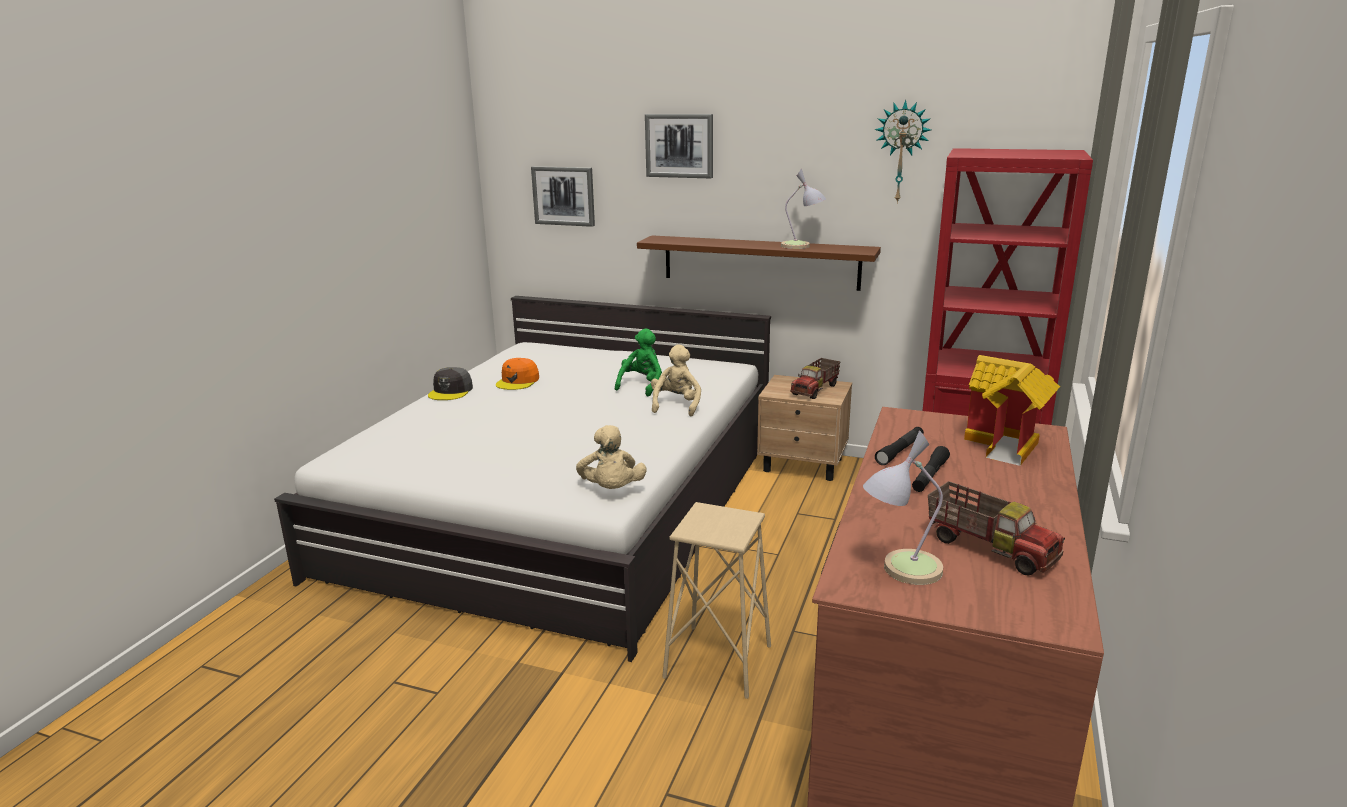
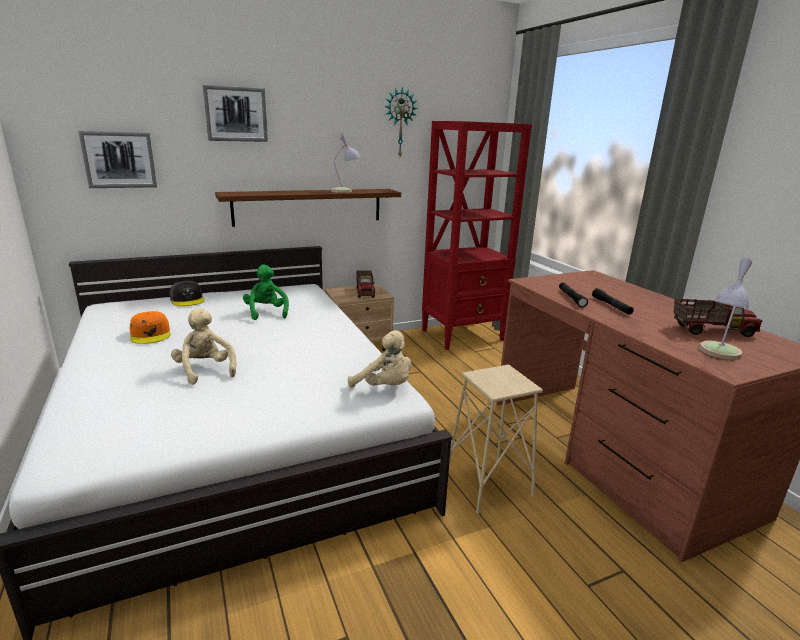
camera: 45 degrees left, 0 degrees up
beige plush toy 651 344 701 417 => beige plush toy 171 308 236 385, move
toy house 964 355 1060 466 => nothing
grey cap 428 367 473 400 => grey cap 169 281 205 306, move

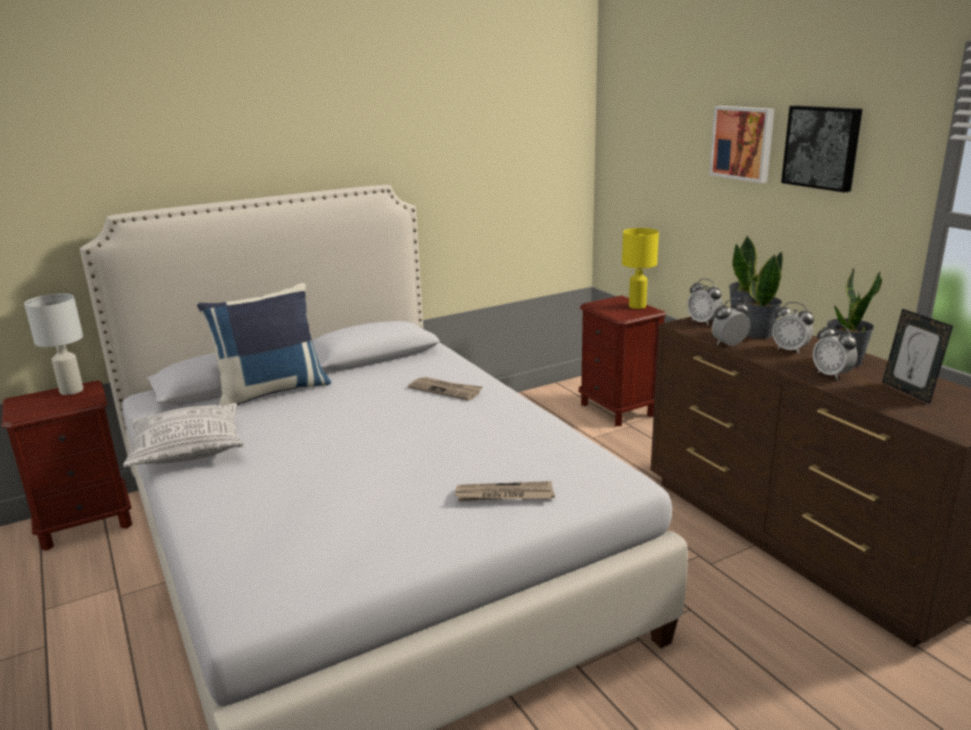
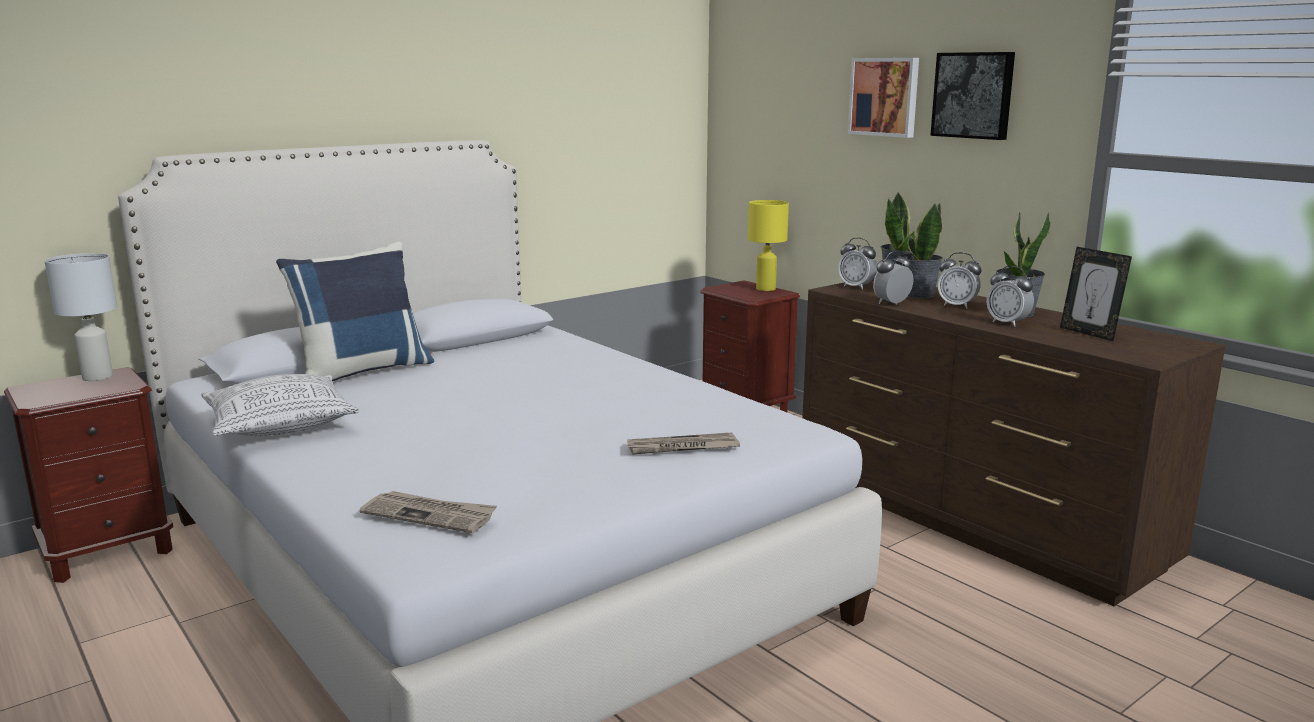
camera: 10 degrees left, 5 degrees down
newspaper 408 377 483 401 => newspaper 360 491 497 533, move

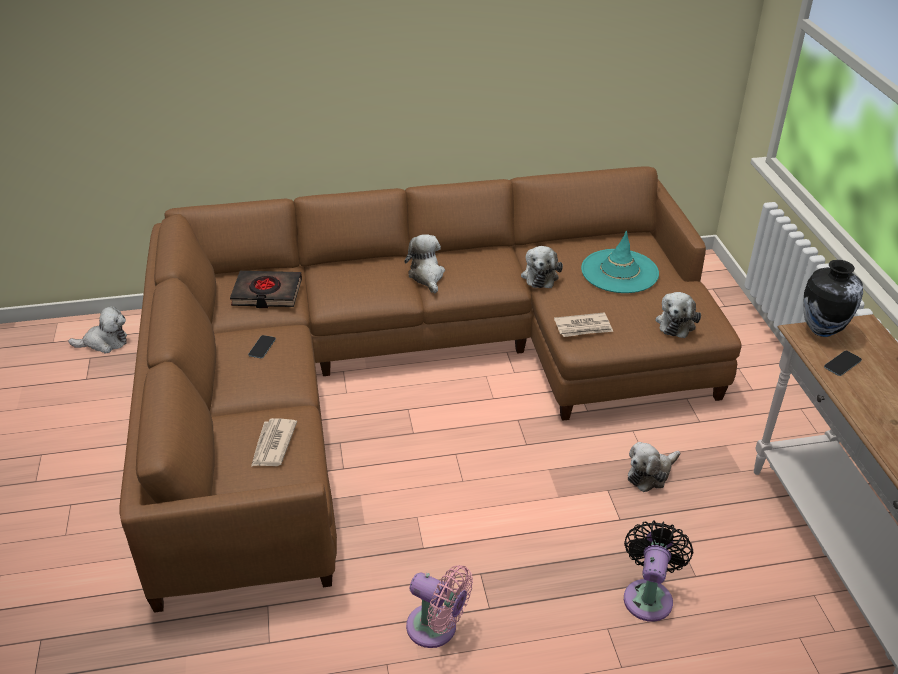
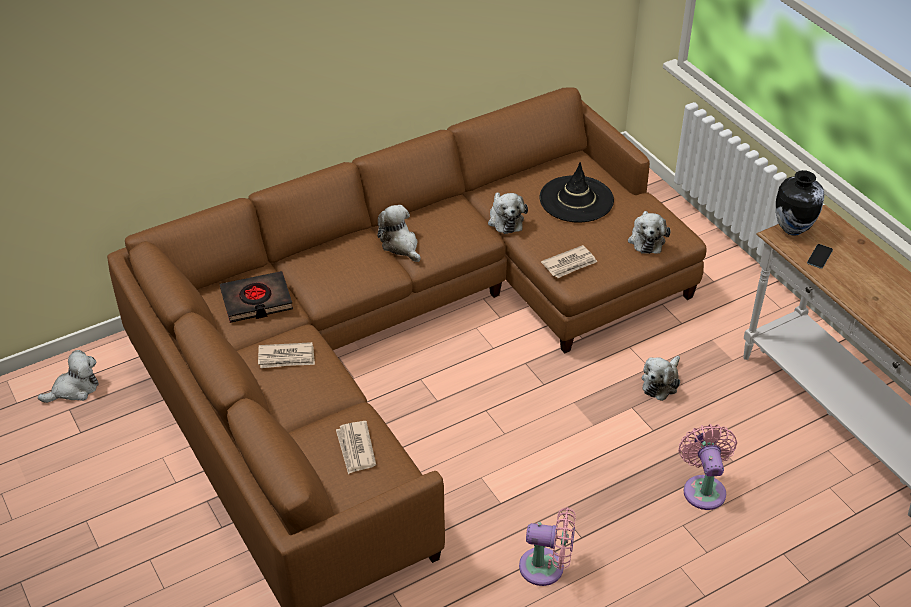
camera: 20 degrees left, 5 degrees up
turquoise hat 581 231 659 293 => black hat 539 162 614 223
phone 248 335 276 358 => newspaper 258 342 315 368
black fan 624 521 693 622 => pink fan 678 424 737 510

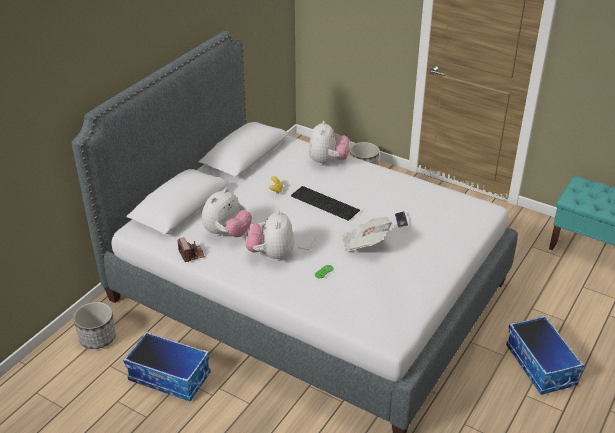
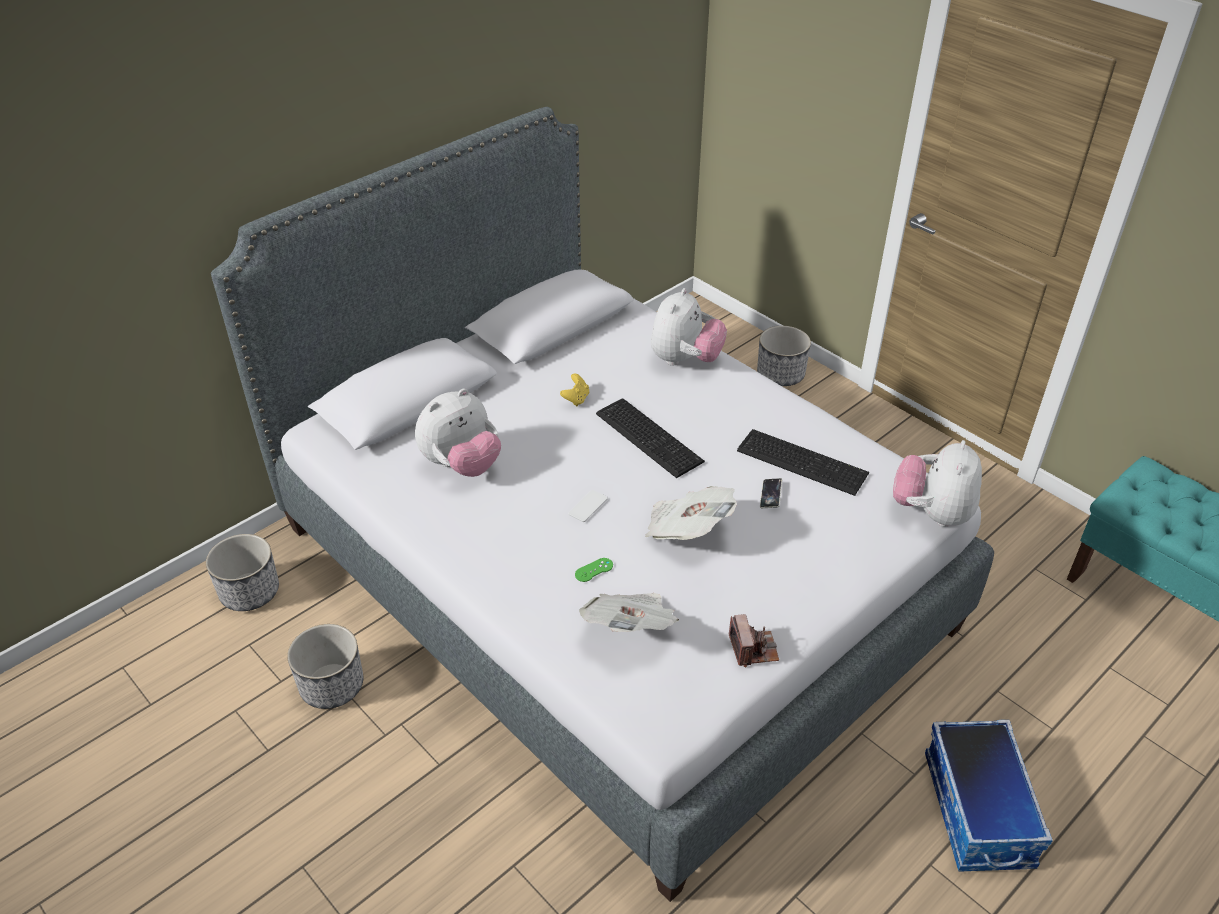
camera: 15 degrees right, 5 degrees up
plush toy 246 210 294 261 => plush toy 893 440 982 527, move
photo camera 177 237 205 262 => photo camera 729 614 779 667, move
storage box 123 331 211 401 => planter 287 624 363 709
nothing => keyboard 737 429 869 496
nothing => newspaper 579 593 679 632

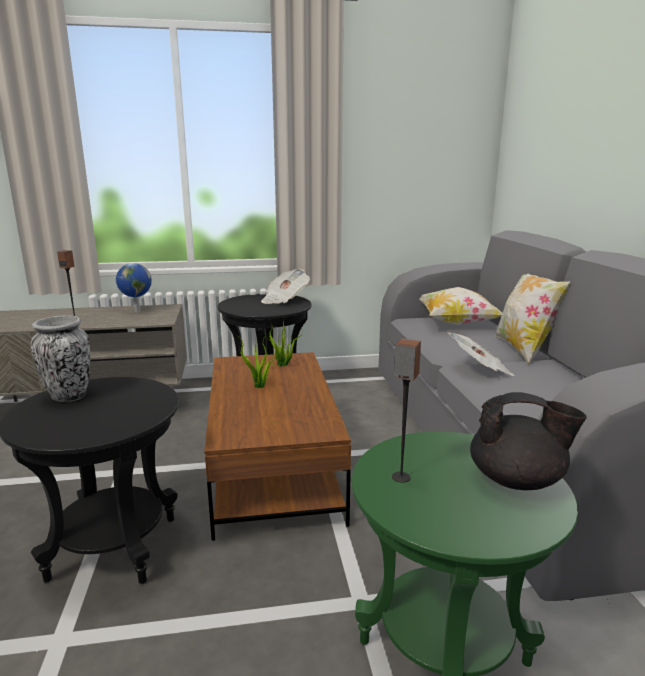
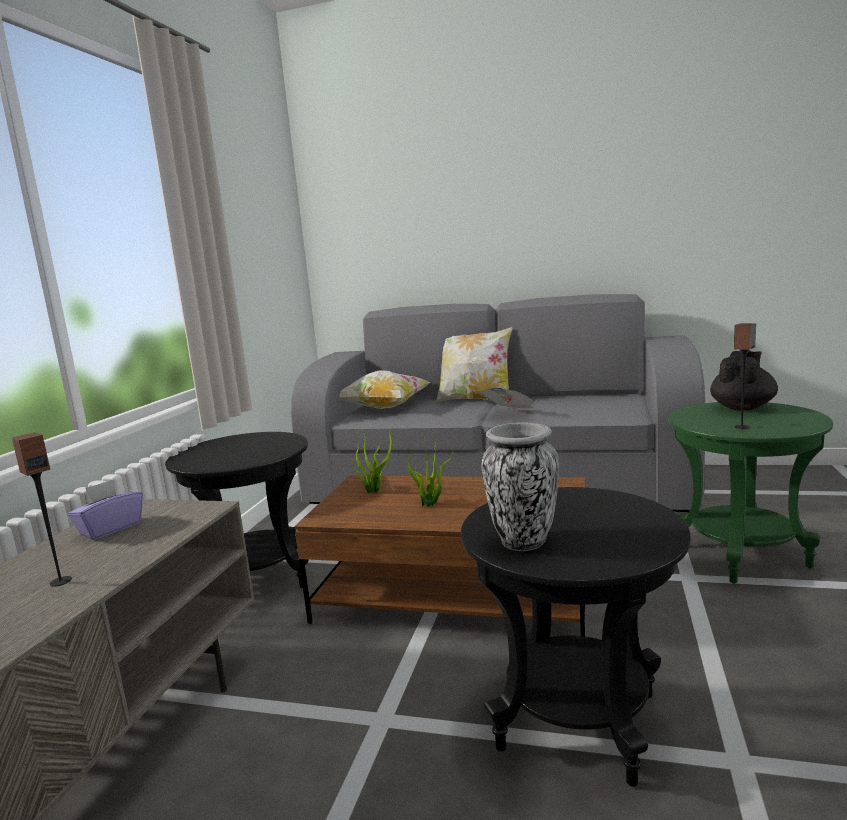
camera: 65 degrees left, 5 degrees down
globe 116 263 152 313 => purple tissue box 68 480 143 540
newspaper 261 269 310 304 => nothing

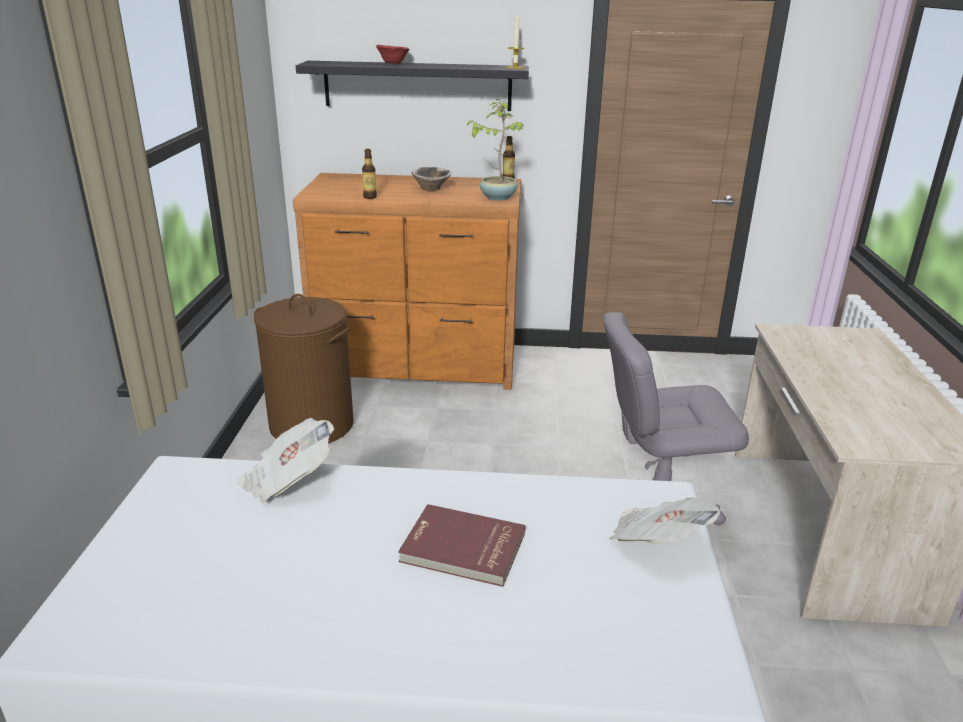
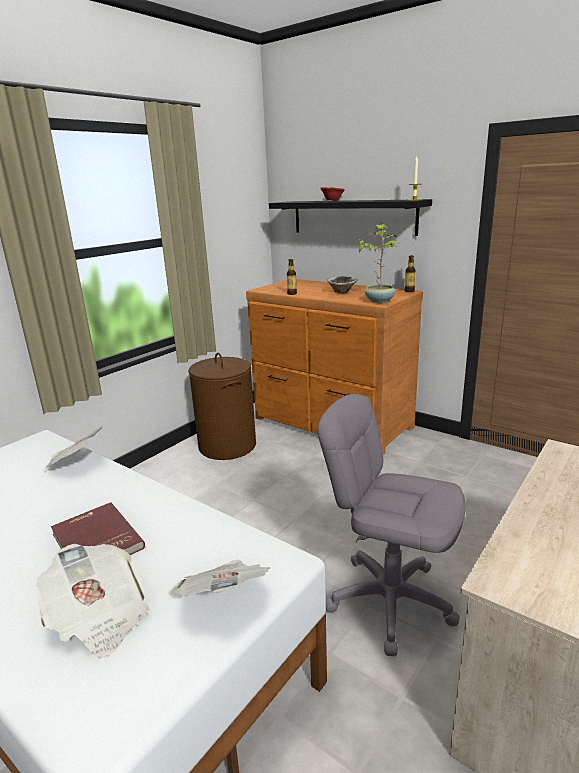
camera: 35 degrees right, 5 degrees down
nothing => newspaper 36 544 149 658

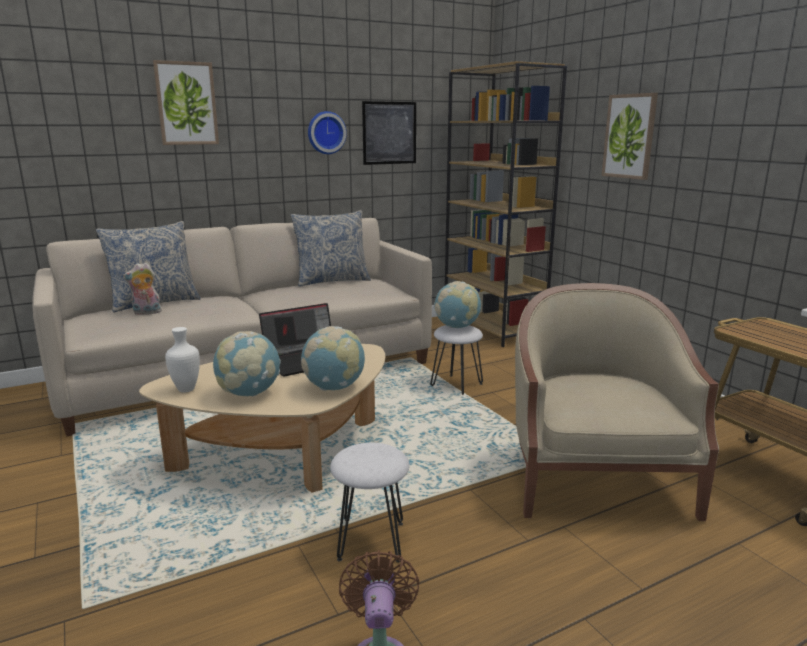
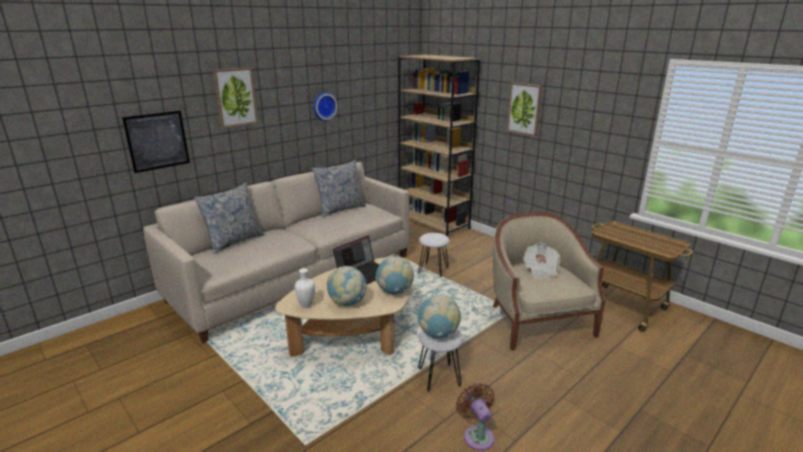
camera: 15 degrees left, 5 degrees up
picture 362 101 416 165 => picture 122 111 190 173, move
plush toy 123 262 162 315 => nothing
globe 434 281 481 328 => globe 417 294 461 339, move
nothing => newspaper 523 243 560 279

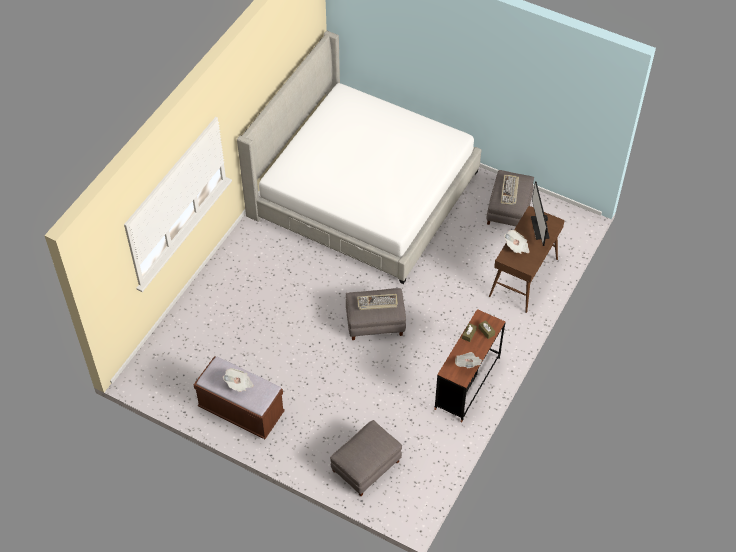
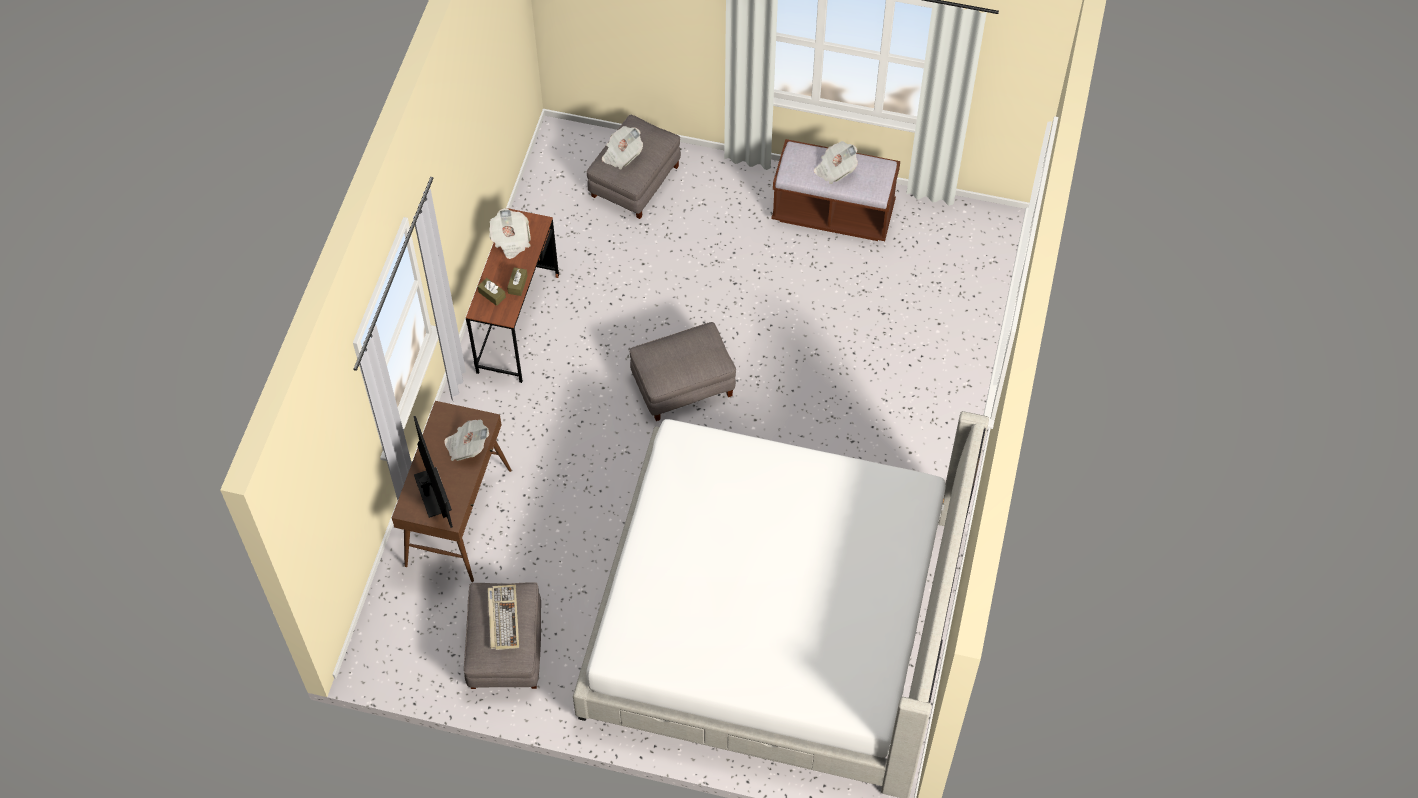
camera: 165 degrees right, 5 degrees up
keyboard 357 294 398 310 => nothing
nothing => newspaper 602 126 643 169

